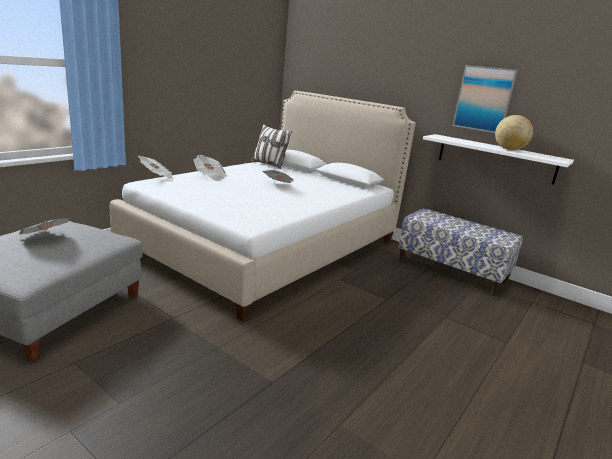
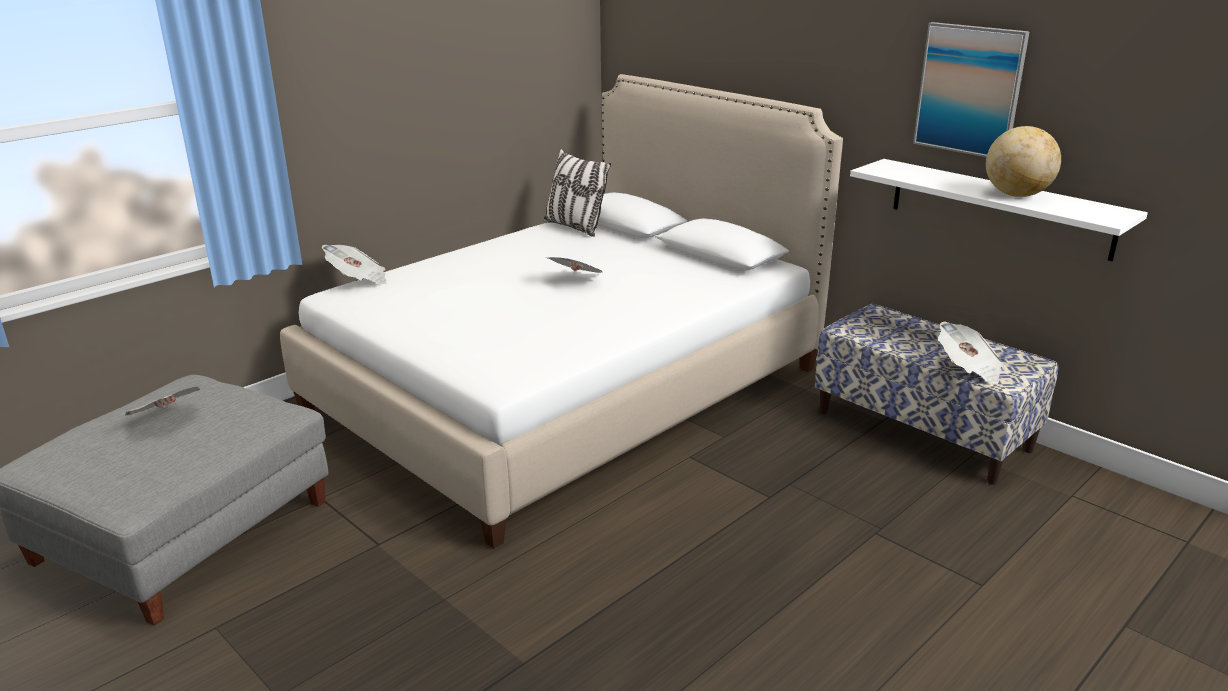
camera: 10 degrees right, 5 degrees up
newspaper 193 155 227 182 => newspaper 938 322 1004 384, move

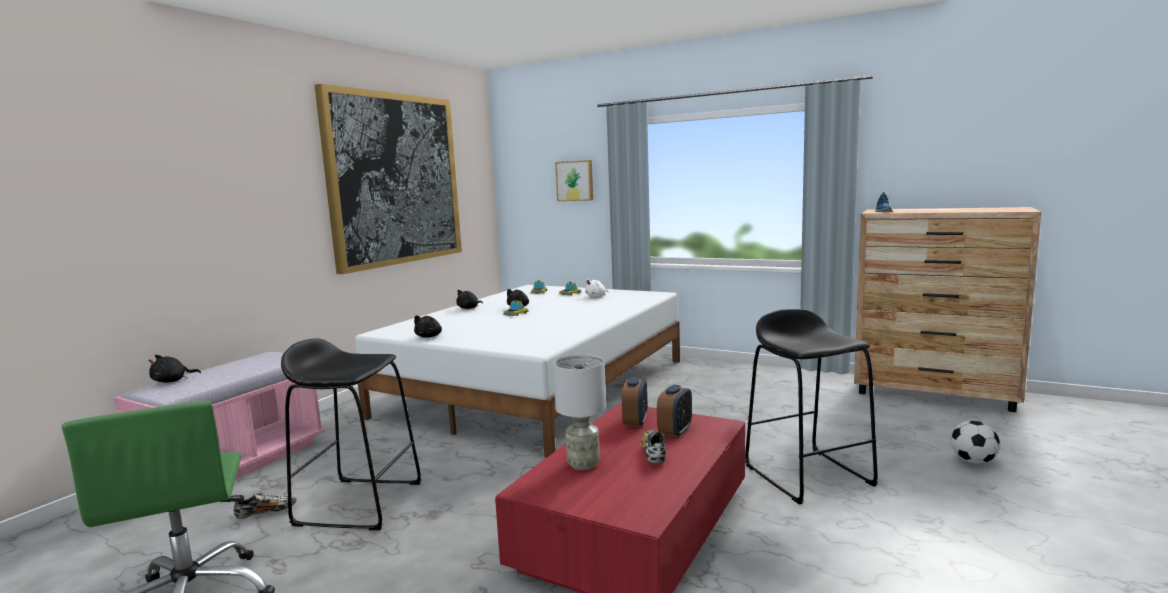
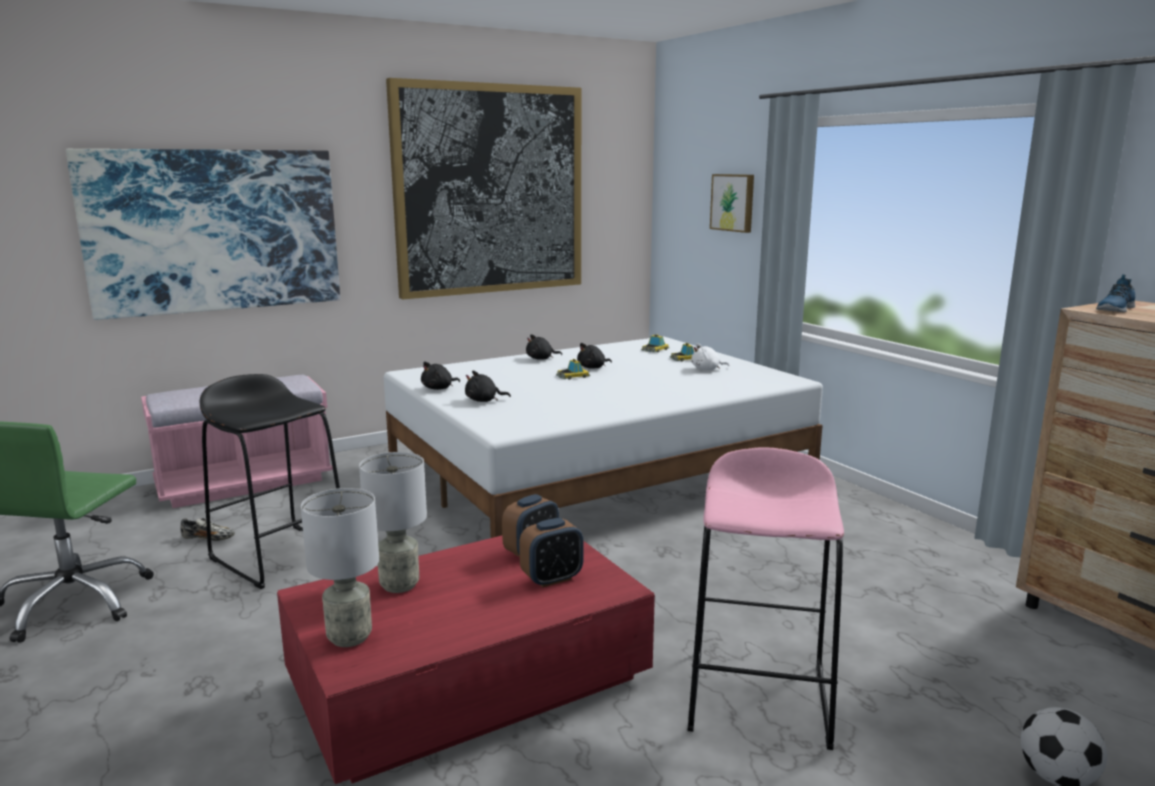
camera: 30 degrees right, 5 degrees up
black stool 745 309 878 505 => pink stool 688 447 844 750
black plush toy 148 355 201 383 => black plush toy 465 370 511 402, move
shoe 641 430 666 464 => nothing
nothing => picture 66 149 340 320
nothing => grey table lamp 301 488 379 647

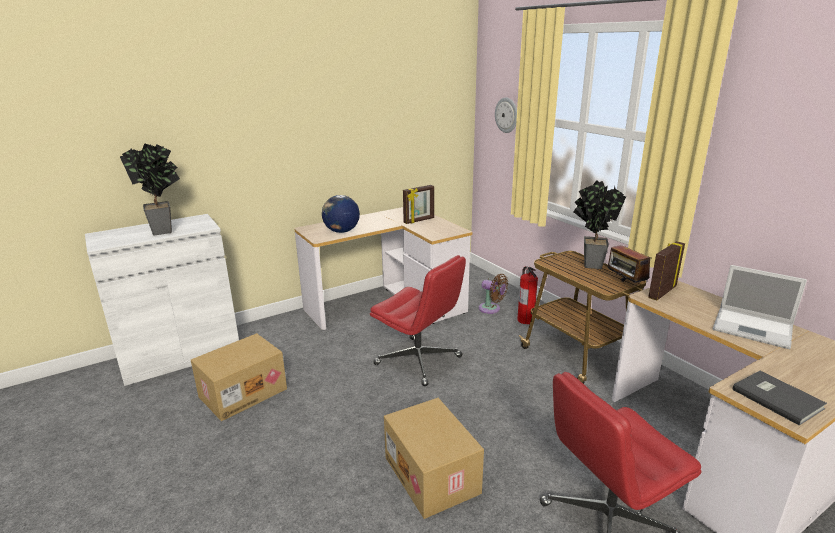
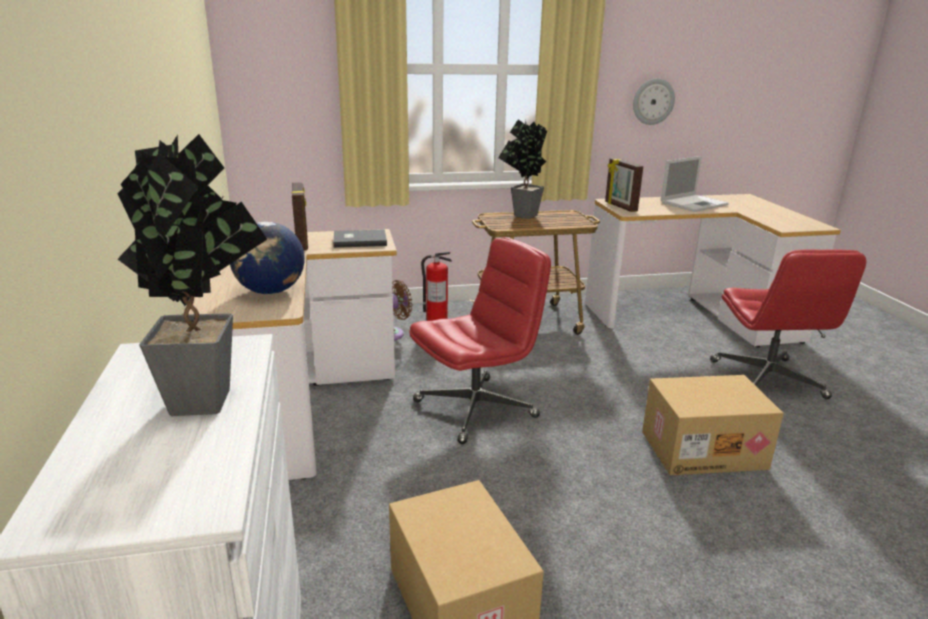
camera: 70 degrees left, 0 degrees up
wall clock 495 97 517 133 => wall clock 633 78 675 125, move
radio 608 245 650 283 => nothing
grey book 733 371 827 425 => grey book 333 229 387 248, move

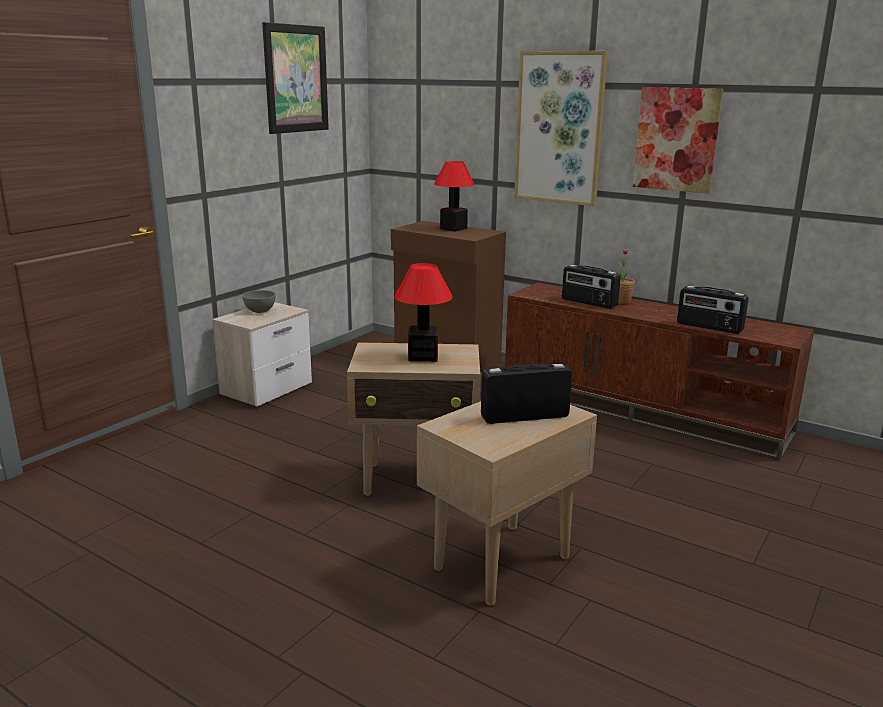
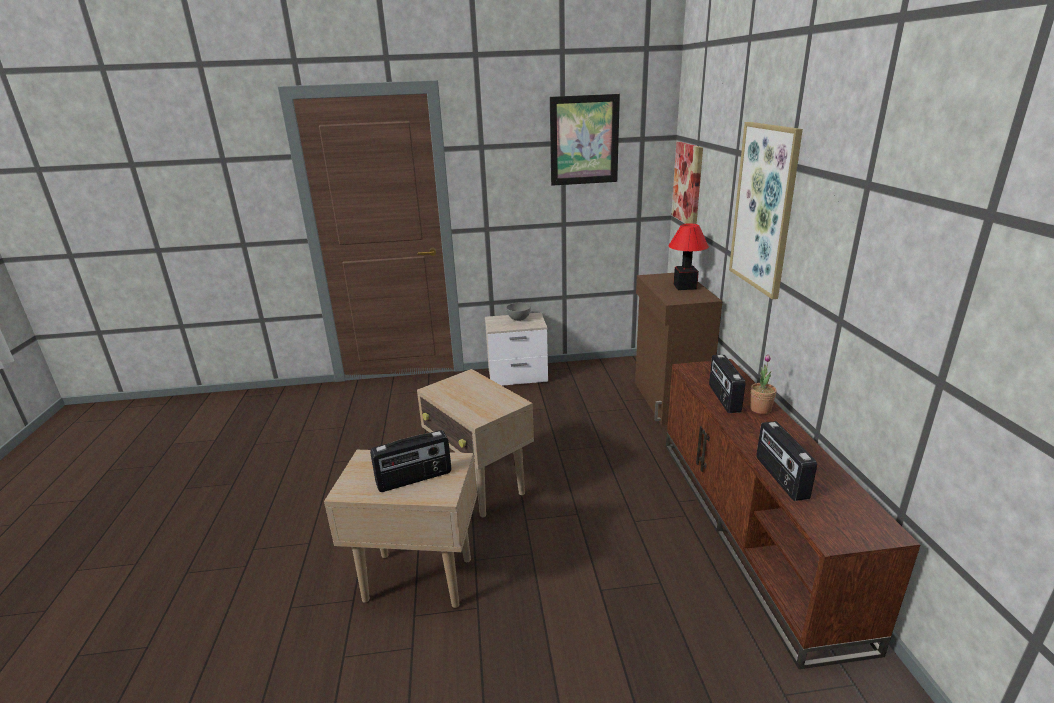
camera: 50 degrees right, 5 degrees up
picture 633 87 723 194 => picture 672 142 703 224, move
table lamp 394 263 453 362 => nothing
radio 481 363 572 424 => radio 370 430 452 492, 120 degrees clockwise

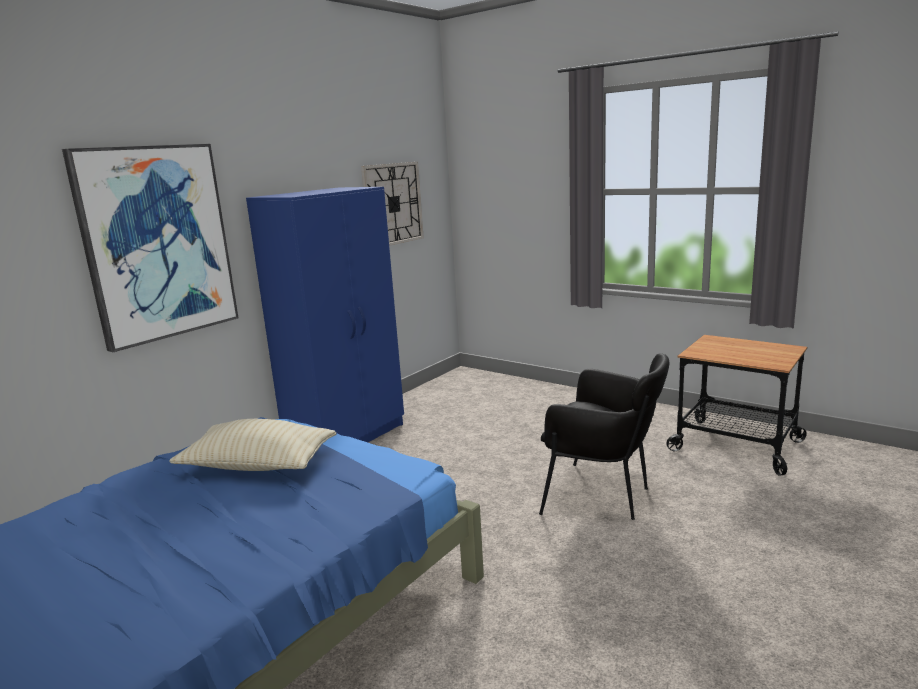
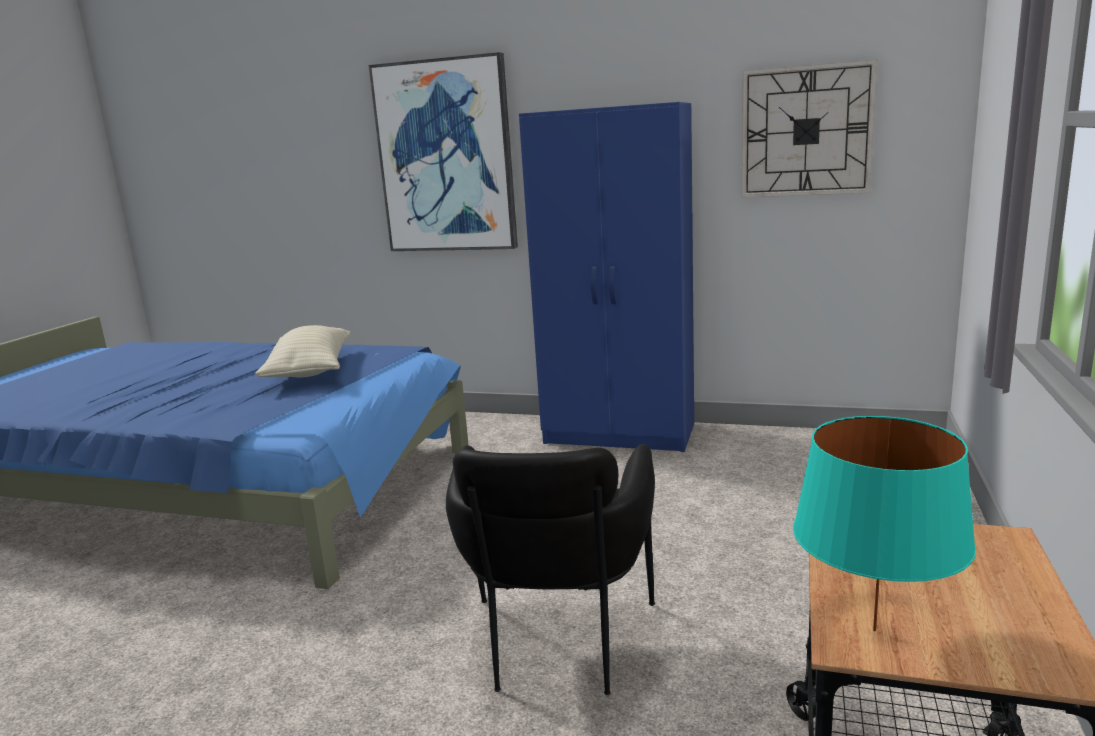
camera: 70 degrees right, 0 degrees up
nothing => turquoise table lamp 793 416 976 631

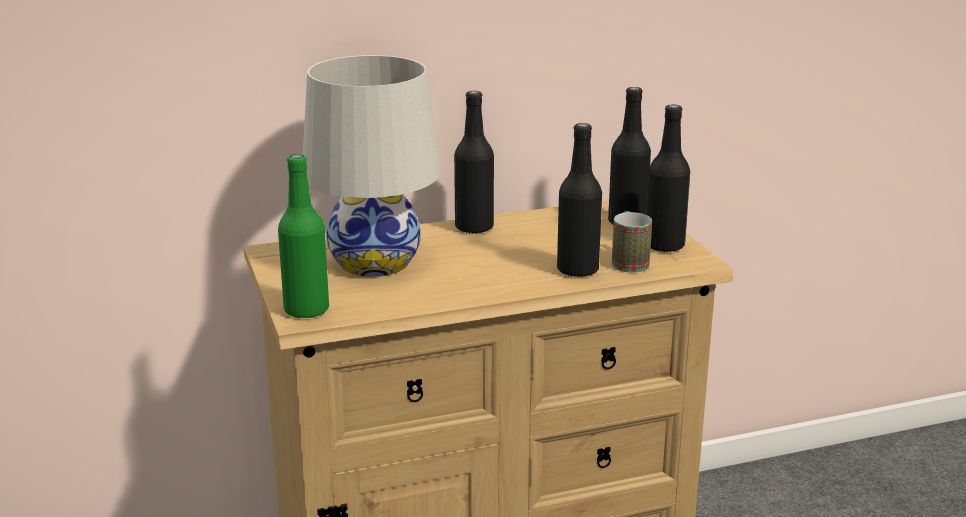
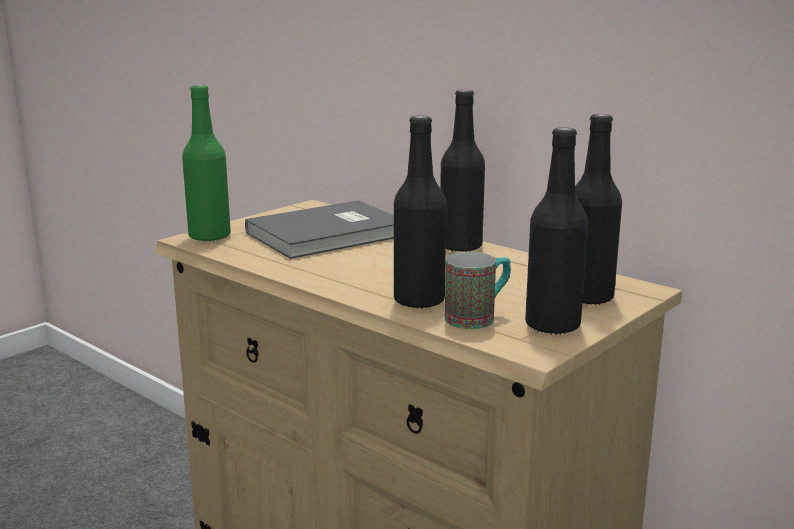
camera: 60 degrees right, 5 degrees down
white table lamp 303 55 440 277 => grey book 245 200 394 259

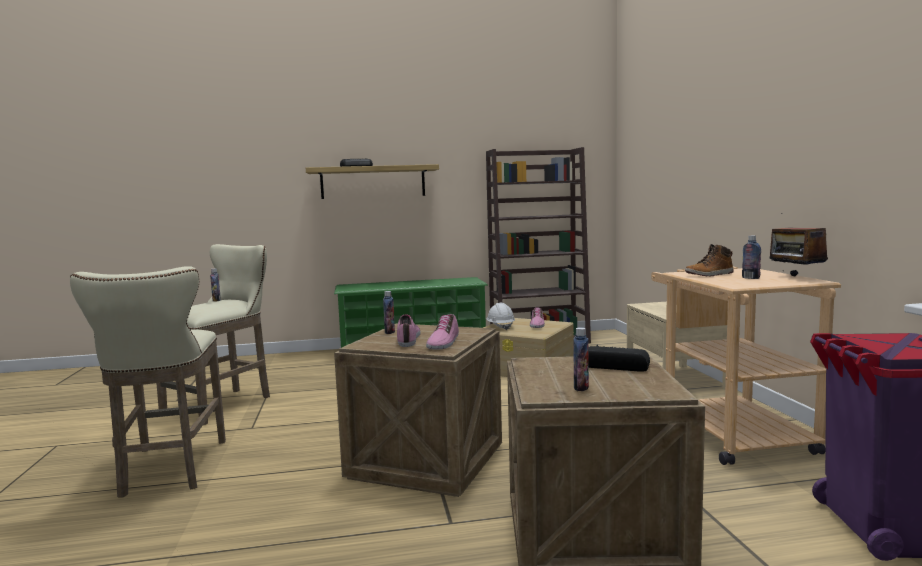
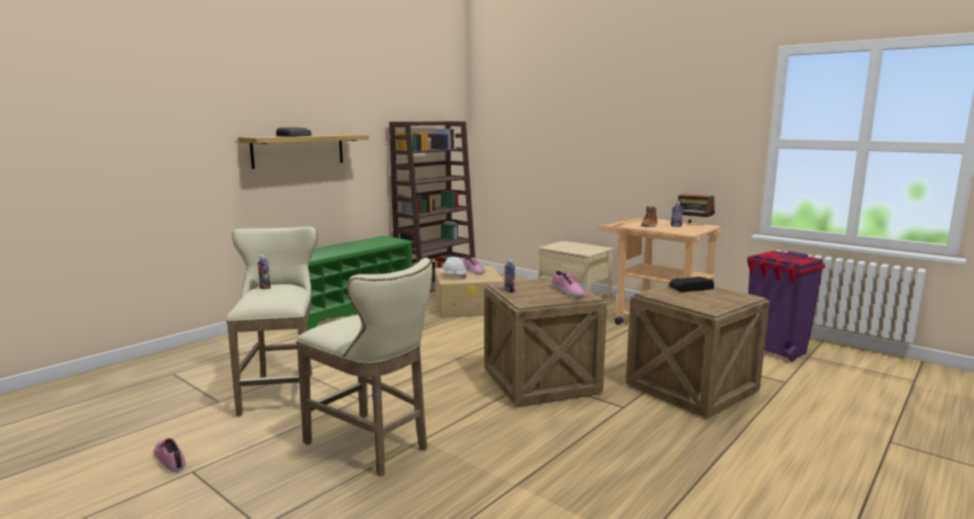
camera: 40 degrees left, 5 degrees up
shoe 397 314 421 347 => shoe 154 438 186 472, move
bottle 573 327 589 391 => nothing

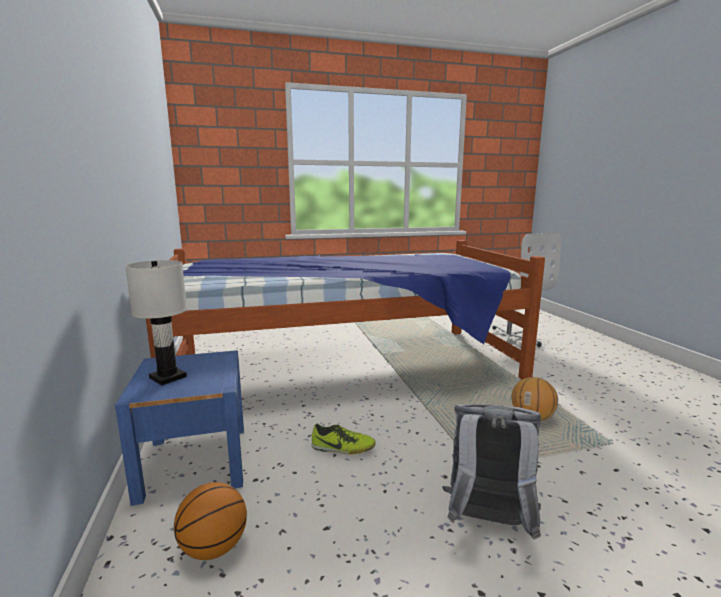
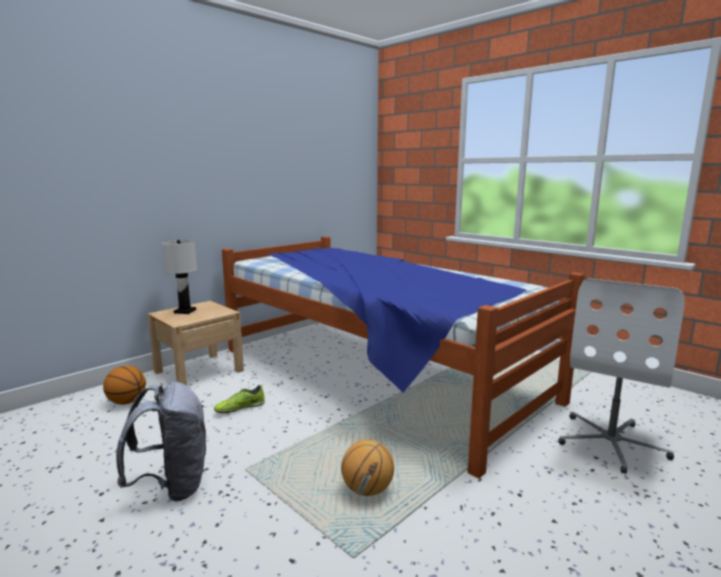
camera: 60 degrees right, 0 degrees up
blue nightstand 115 350 244 506 => beige nightstand 147 301 244 386
shoe 312 423 376 454 => shoe 214 385 265 413, 75 degrees clockwise

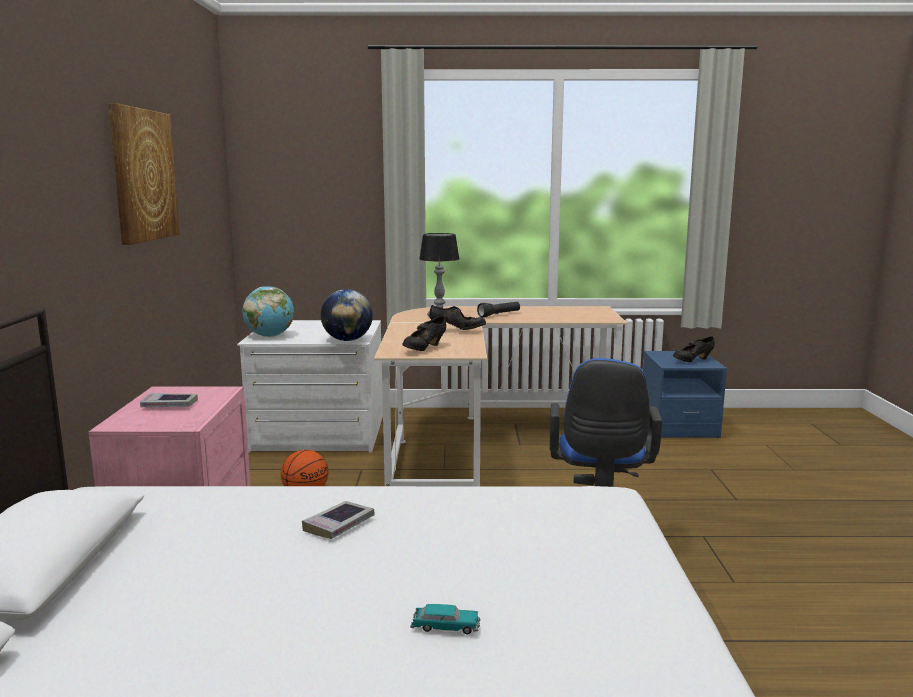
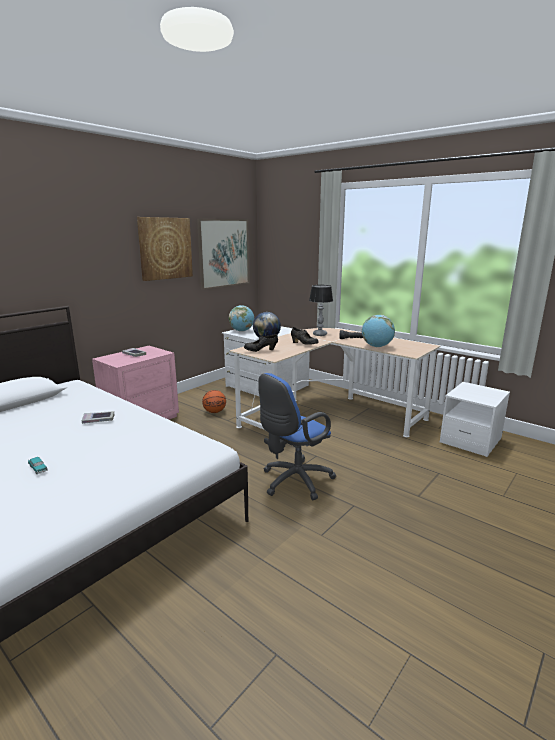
camera: 40 degrees right, 5 degrees up
black shoe 673 336 715 362 => nothing
blue nightstand 643 351 727 438 => white nightstand 440 382 510 457
nothing => picture 197 219 250 290
nothing => globe 362 315 395 347

